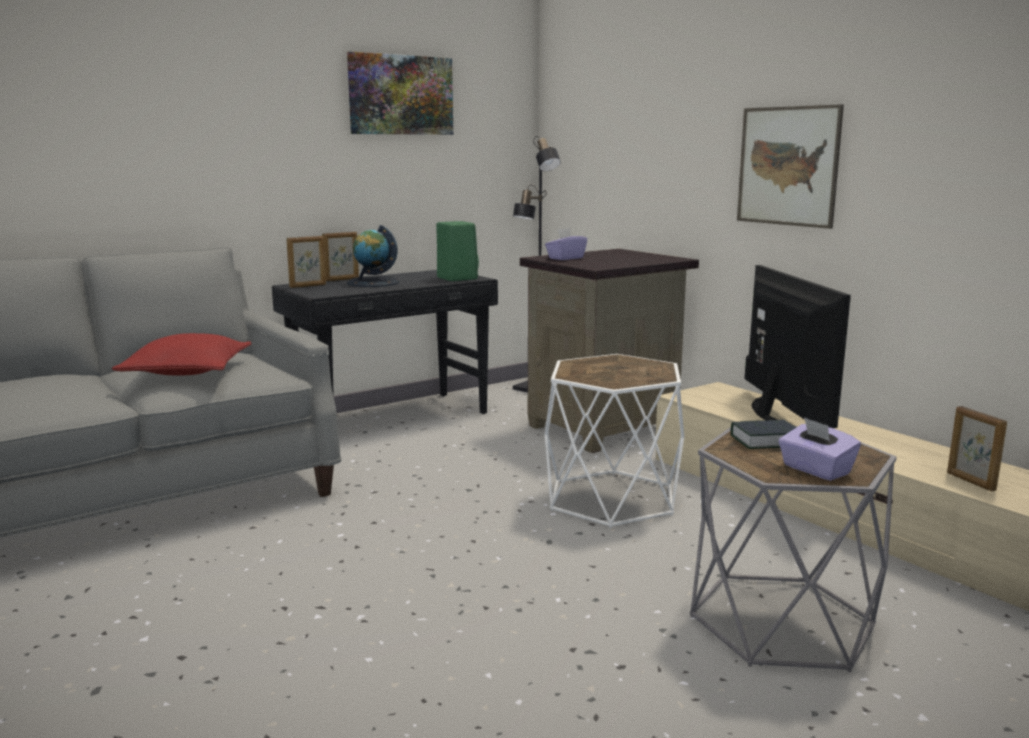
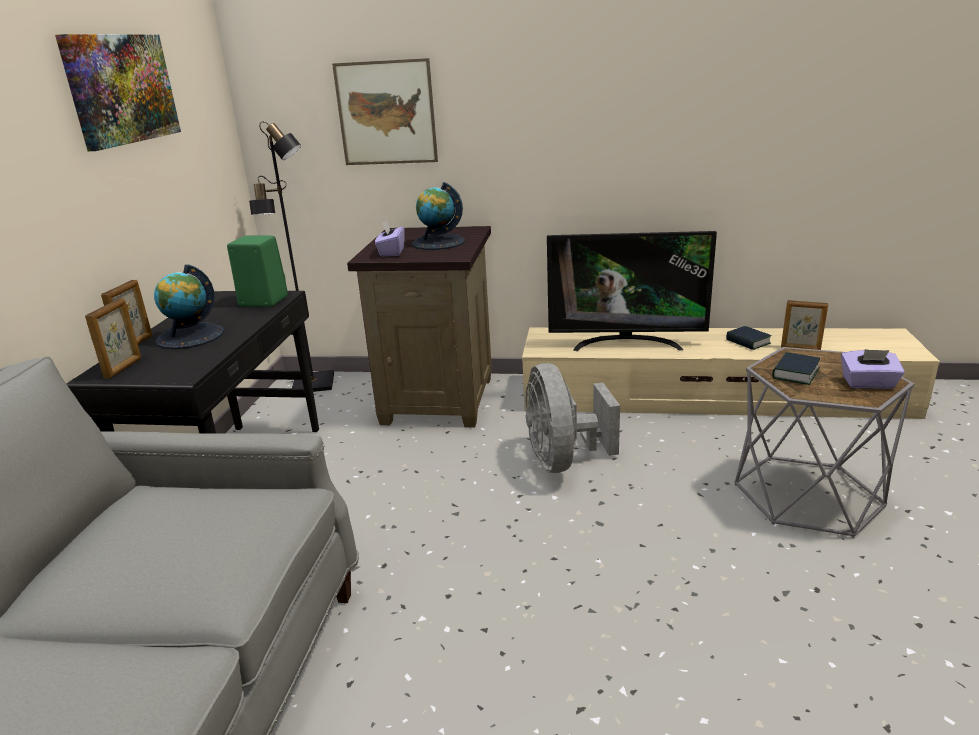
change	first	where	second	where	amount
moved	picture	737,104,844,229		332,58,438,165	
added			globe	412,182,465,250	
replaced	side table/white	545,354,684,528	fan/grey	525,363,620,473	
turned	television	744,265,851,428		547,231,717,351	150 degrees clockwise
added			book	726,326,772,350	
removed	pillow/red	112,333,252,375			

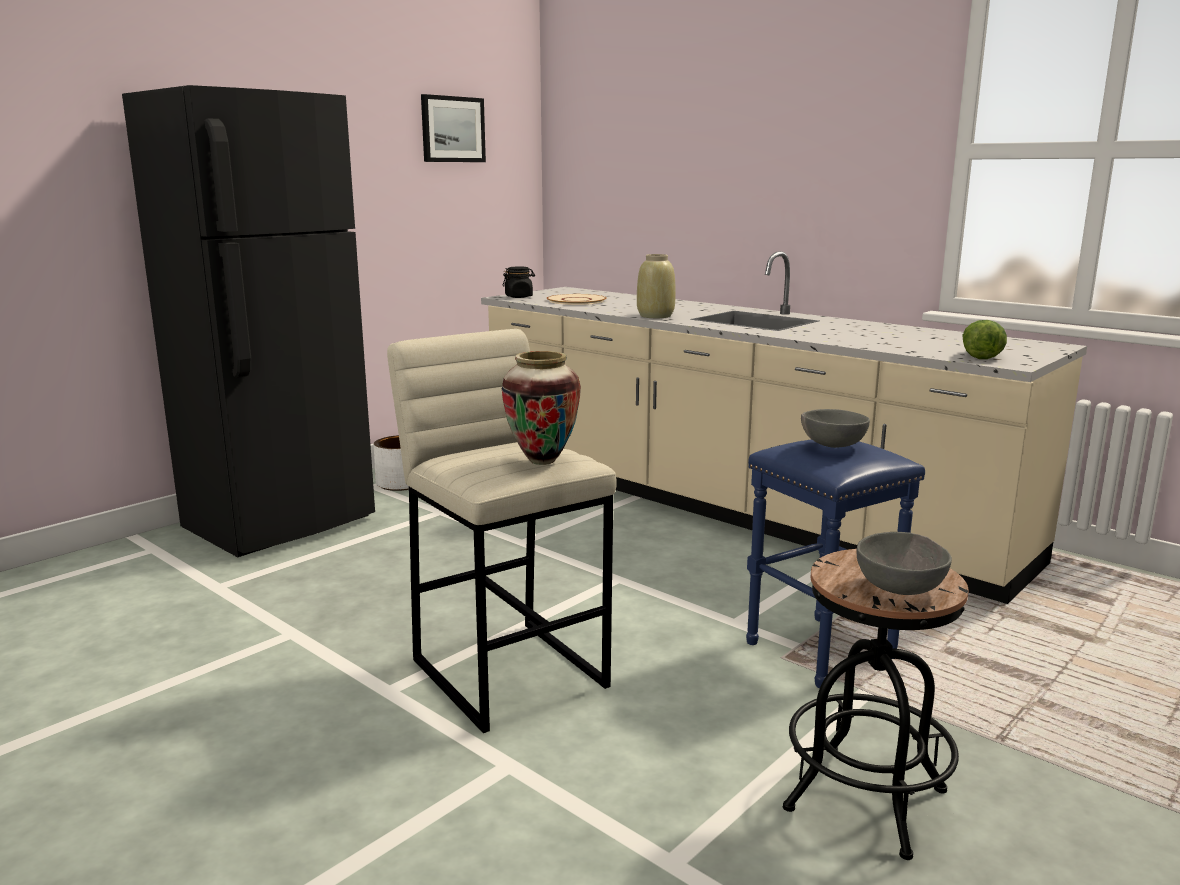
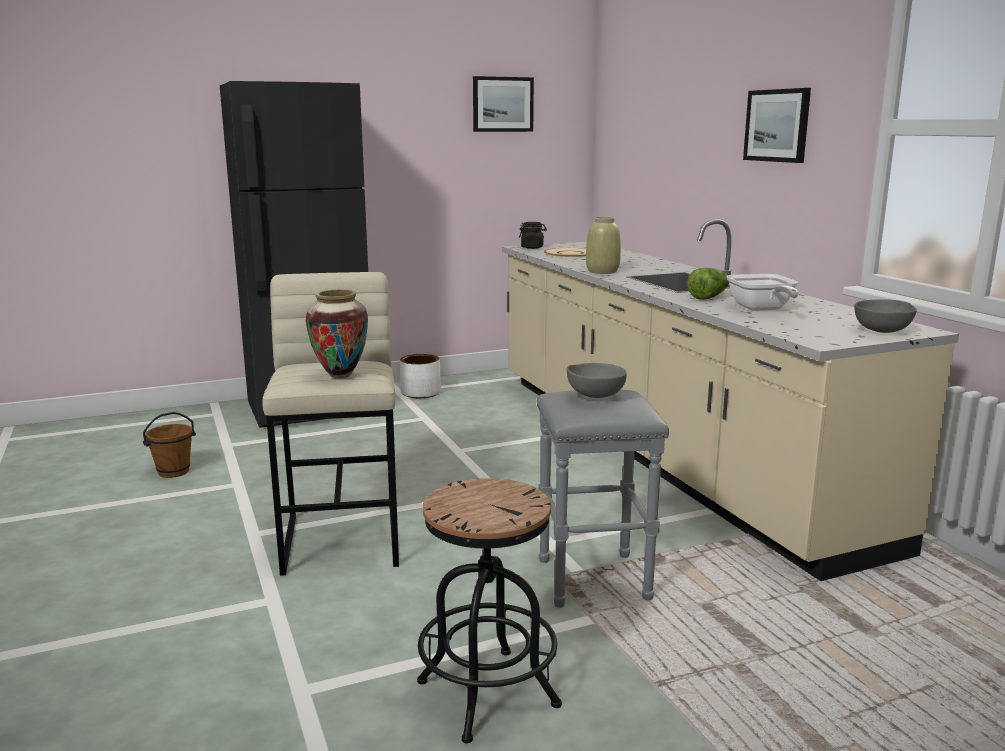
change	first	where	second	where	amount
added			bucket/brown	143,412,196,478	
recoloured	stool/blue	746,439,925,688	stool/grey	537,390,669,608	
moved	lettuce	963,320,1007,359		687,268,729,300	
added			frying pan	726,274,799,311	
added			picture	743,88,811,163	
moved	bowl/grey	857,532,952,595		854,299,917,333	

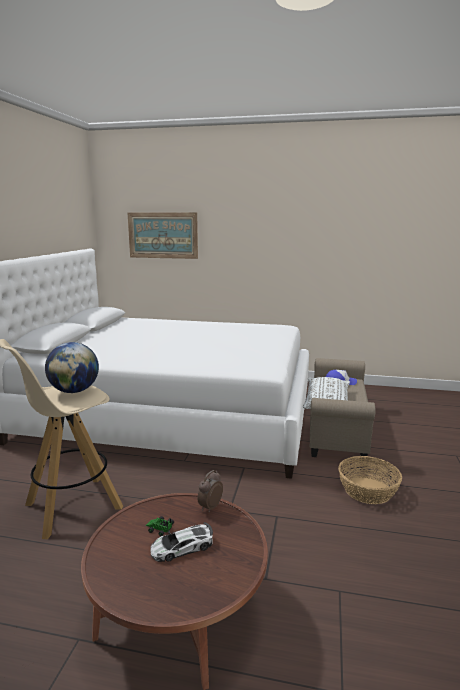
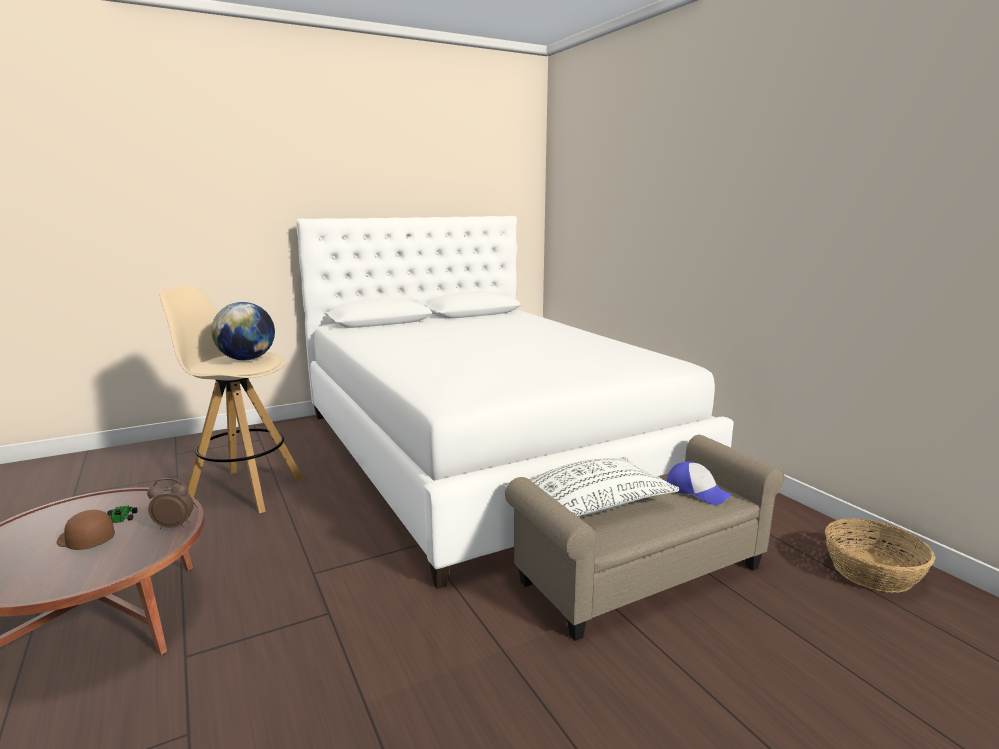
change	first	where	second	where	amount
replaced	toy car	150,522,213,562	cap/brown	57,510,115,550	
moved	basket	338,456,402,504		825,518,935,593	
removed	picture	128,212,198,259			

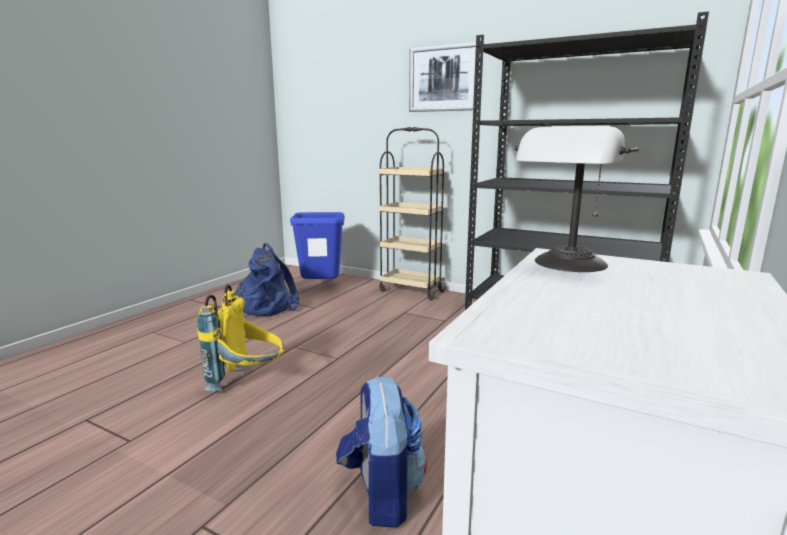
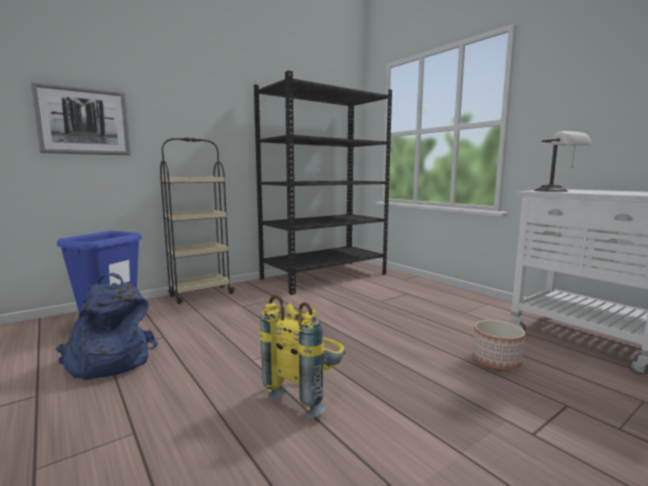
change	first	where	second	where	amount
moved	picture	409,42,480,112		30,81,131,155	
replaced	backpack	336,376,427,528	planter	473,320,525,370	

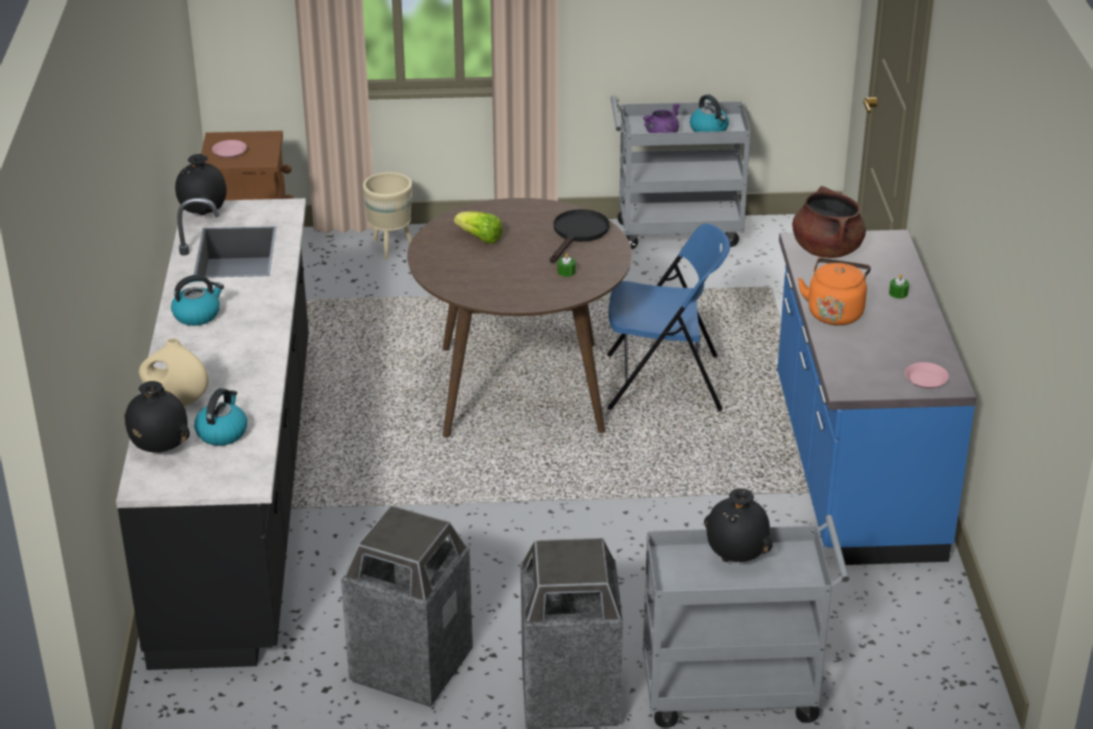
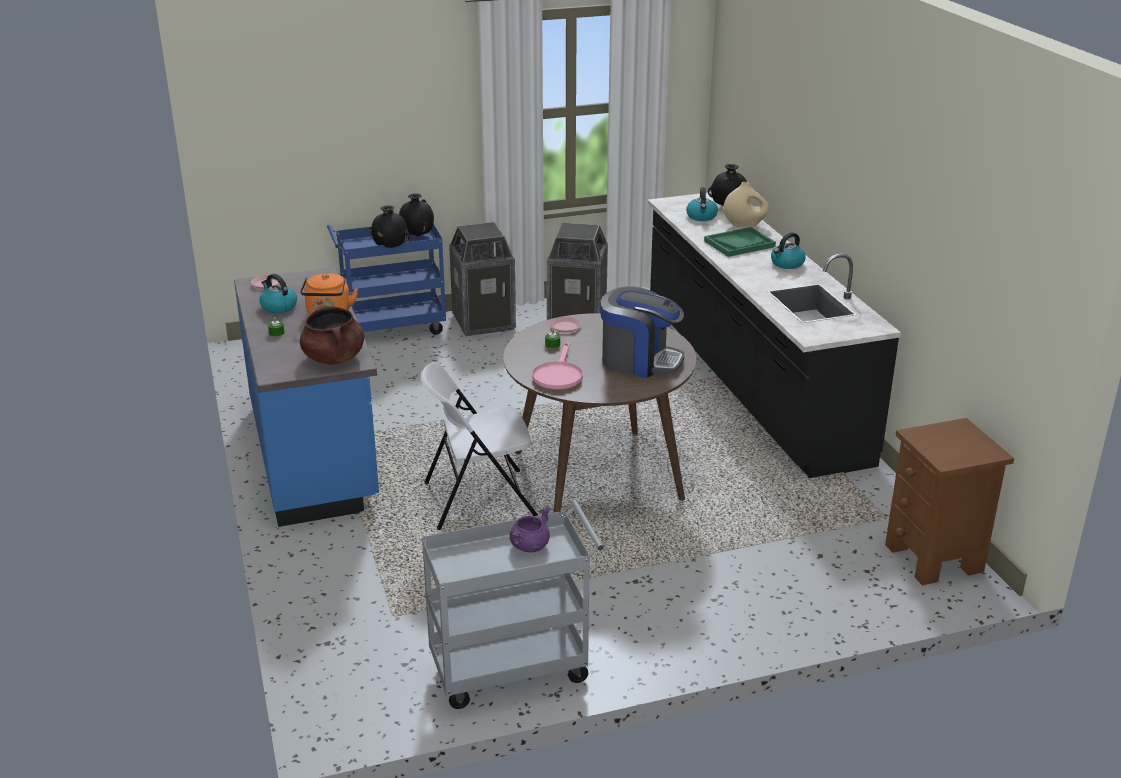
change	first	where	second	where	amount
moved	kettle	690,94,729,132		260,274,297,313	
recoloured	cart/grey	643,515,849,728	cart/blue	327,224,446,335	
moved	vase/black	175,154,227,215		399,194,434,237	
recoloured	chair/blue	607,224,730,411	chair/white	421,362,538,530	
recoloured	frying pan/black	550,209,609,263	frying pan/pink	532,342,583,390	
moved	plate/pink	212,140,247,158		550,317,581,333	
replaced	lettuce	454,211,503,244	coffee machine	600,286,684,378	
added			tray/green	704,227,776,257	
removed	planter/beige	363,172,412,259			

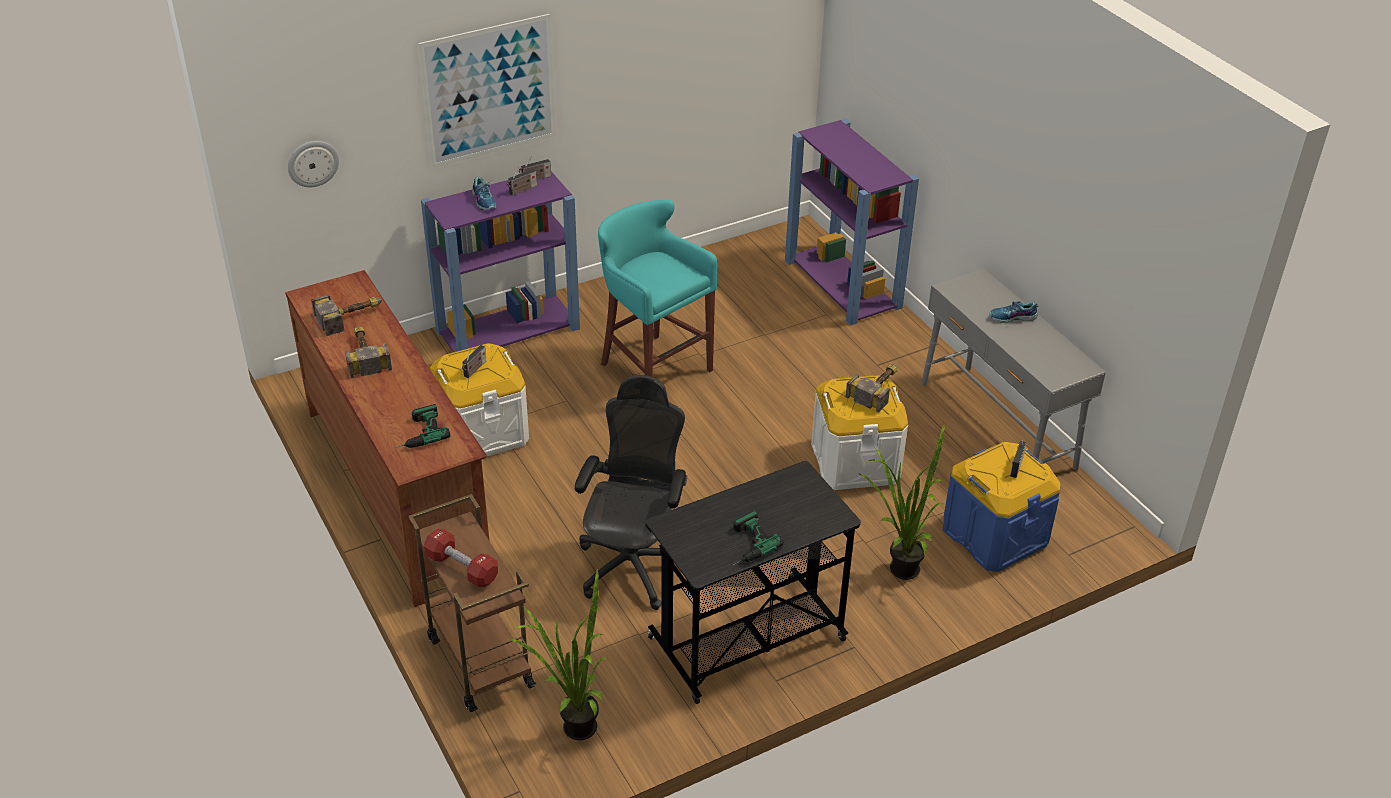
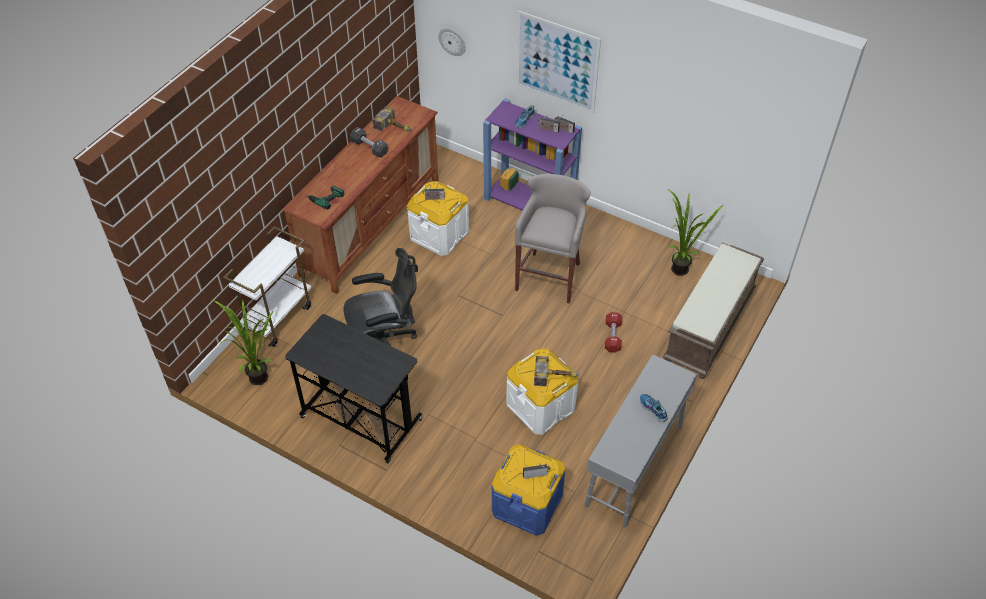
change	first	where	second	where	amount
recoloured	cart/brown	408,494,537,712	cart/white	223,226,312,347	
replaced	hammer	345,326,392,378	dumbbell/black	350,127,388,158	
recoloured	stool/turquoise	598,200,717,377	stool/grey	515,174,591,304	
moved	dumbbell/red	424,529,498,587		605,312,622,352	
replaced	bookcase/purple	785,119,919,326	bench/brown	663,243,764,379	
moved	potted plant	860,423,945,580		668,189,723,276	
removed	power drill	733,511,784,565			

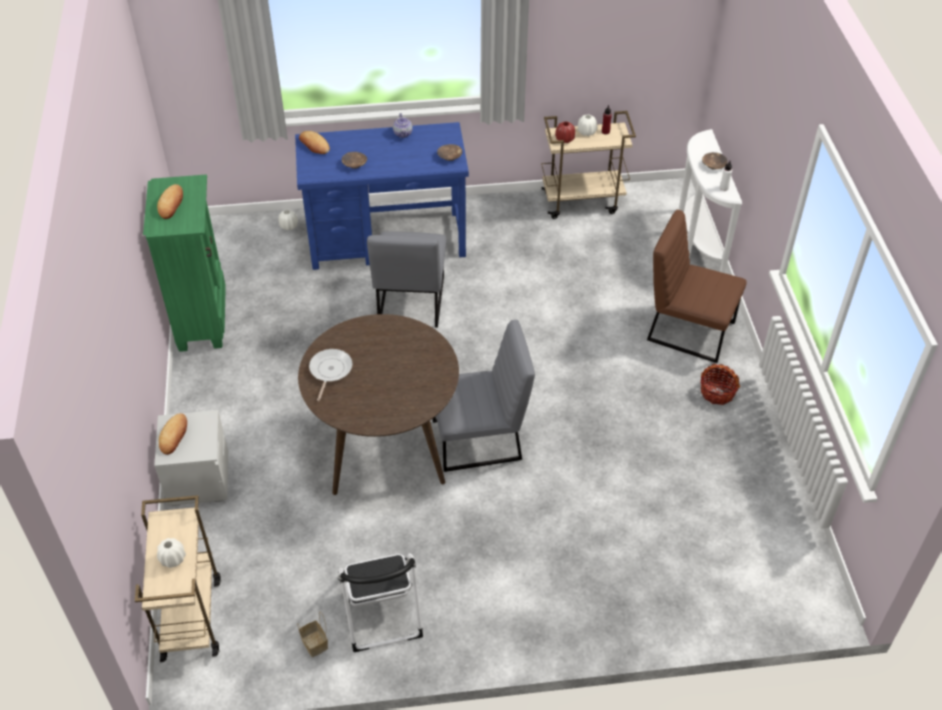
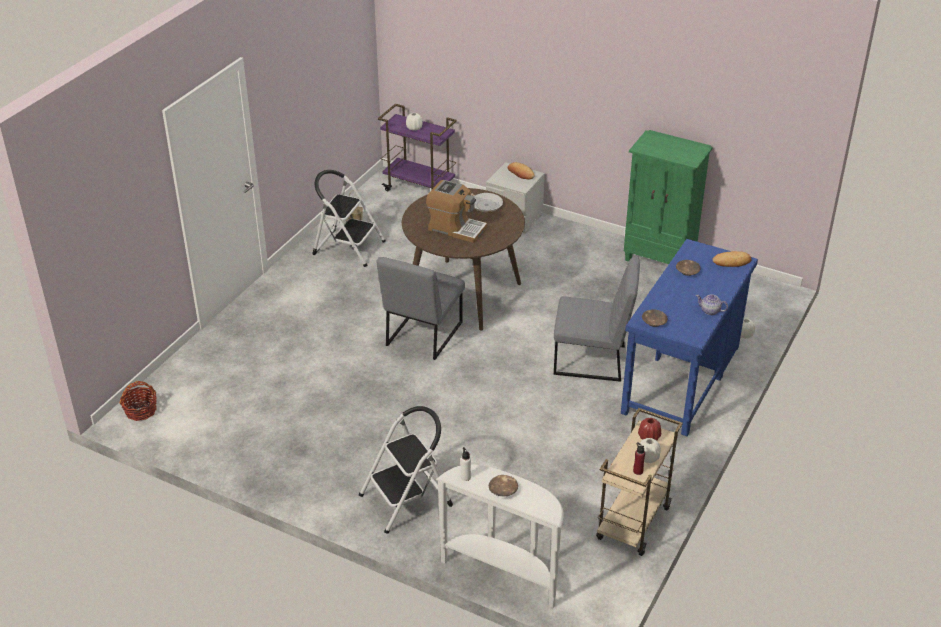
change	first	where	second	where	amount
moved	basket	700,364,740,405		120,381,157,421	
replaced	chair/brown	647,210,747,363	step ladder	359,406,453,534	
recoloured	cart/beige	135,495,221,662	cart/purple	378,104,457,192	
added			coffee machine	426,180,487,243	
turned	chair/grey	367,231,447,328		554,257,640,382	150 degrees clockwise
removed	bread	157,184,183,219			

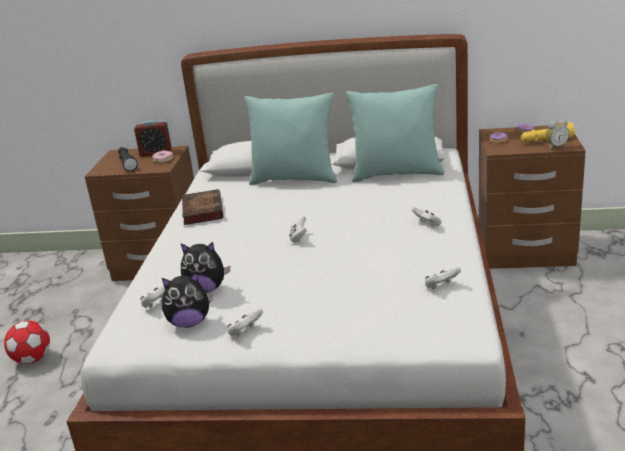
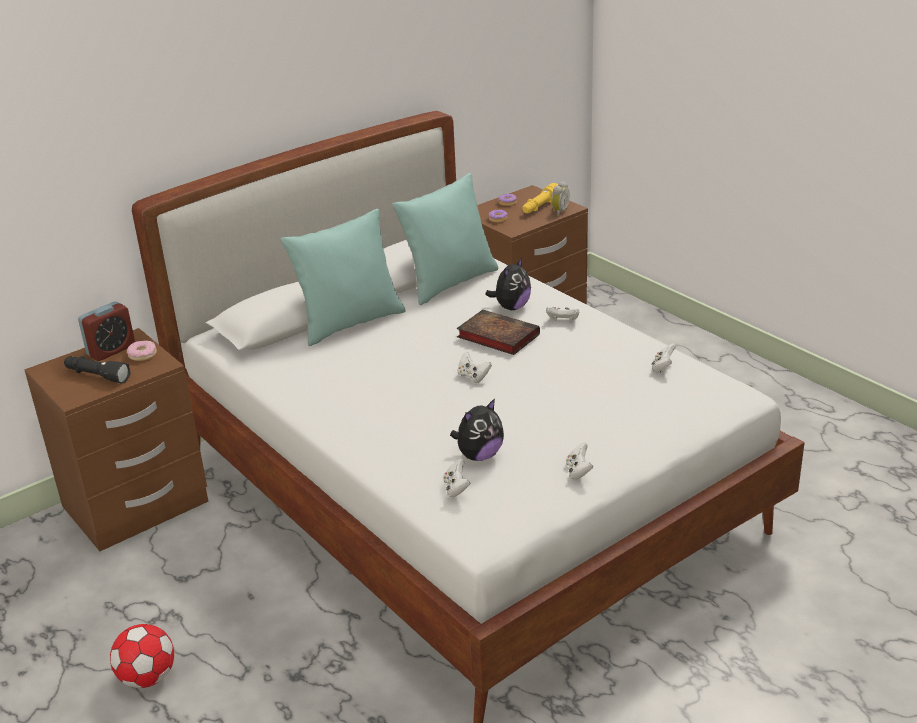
change	first	where	second	where	amount
moved	book	182,189,223,225		457,310,540,355	
moved	plush toy	162,272,212,328		485,258,531,310	

